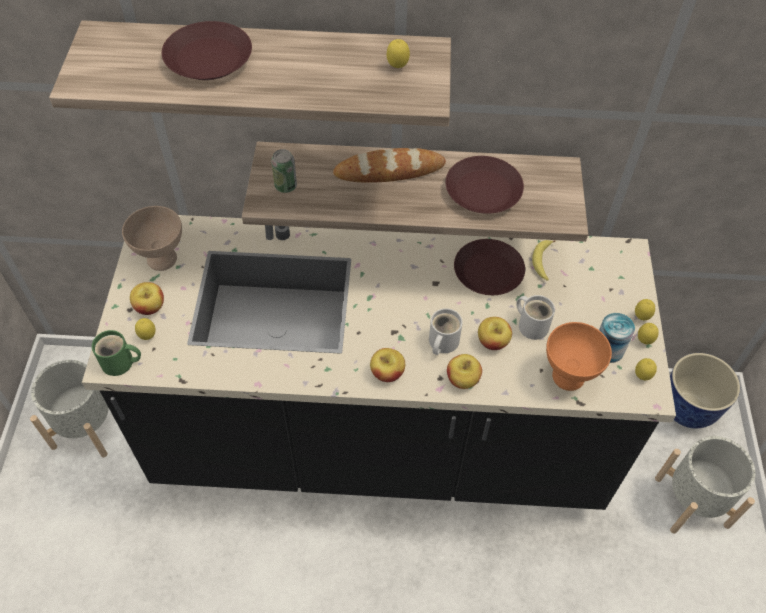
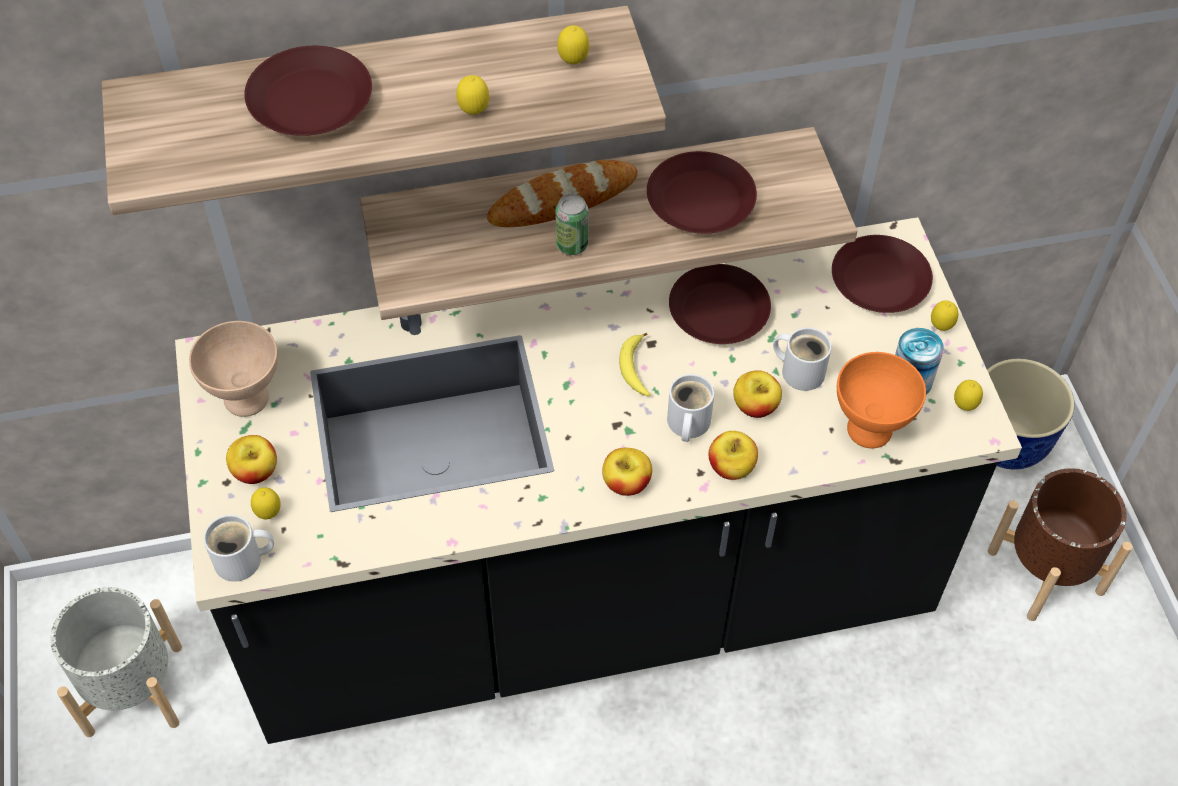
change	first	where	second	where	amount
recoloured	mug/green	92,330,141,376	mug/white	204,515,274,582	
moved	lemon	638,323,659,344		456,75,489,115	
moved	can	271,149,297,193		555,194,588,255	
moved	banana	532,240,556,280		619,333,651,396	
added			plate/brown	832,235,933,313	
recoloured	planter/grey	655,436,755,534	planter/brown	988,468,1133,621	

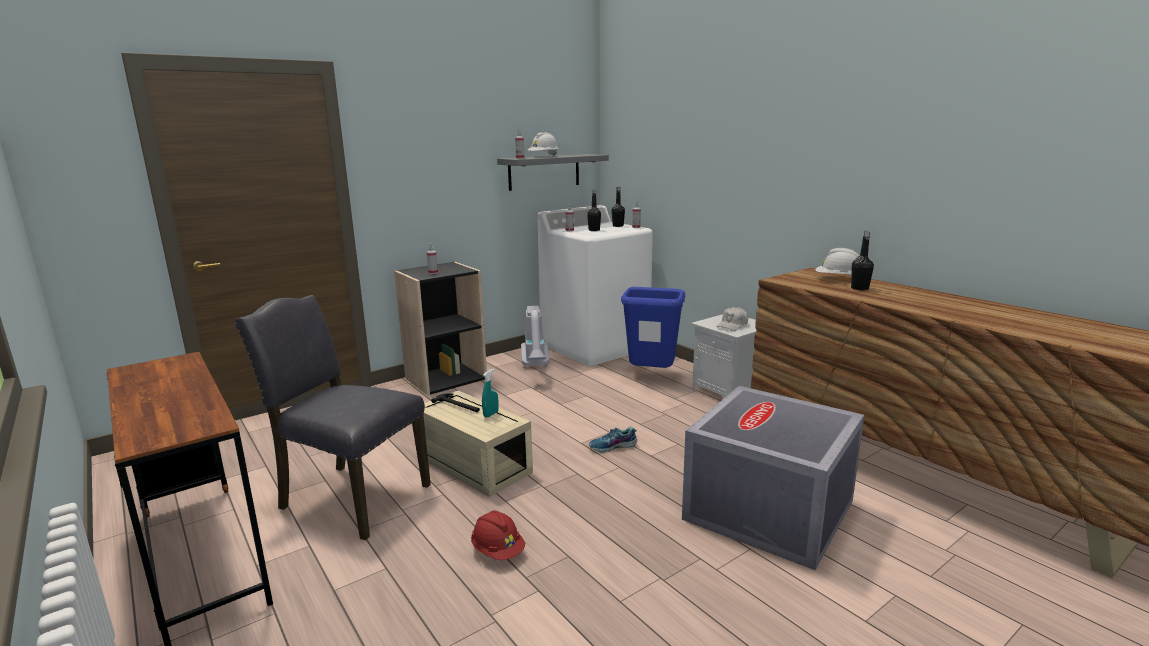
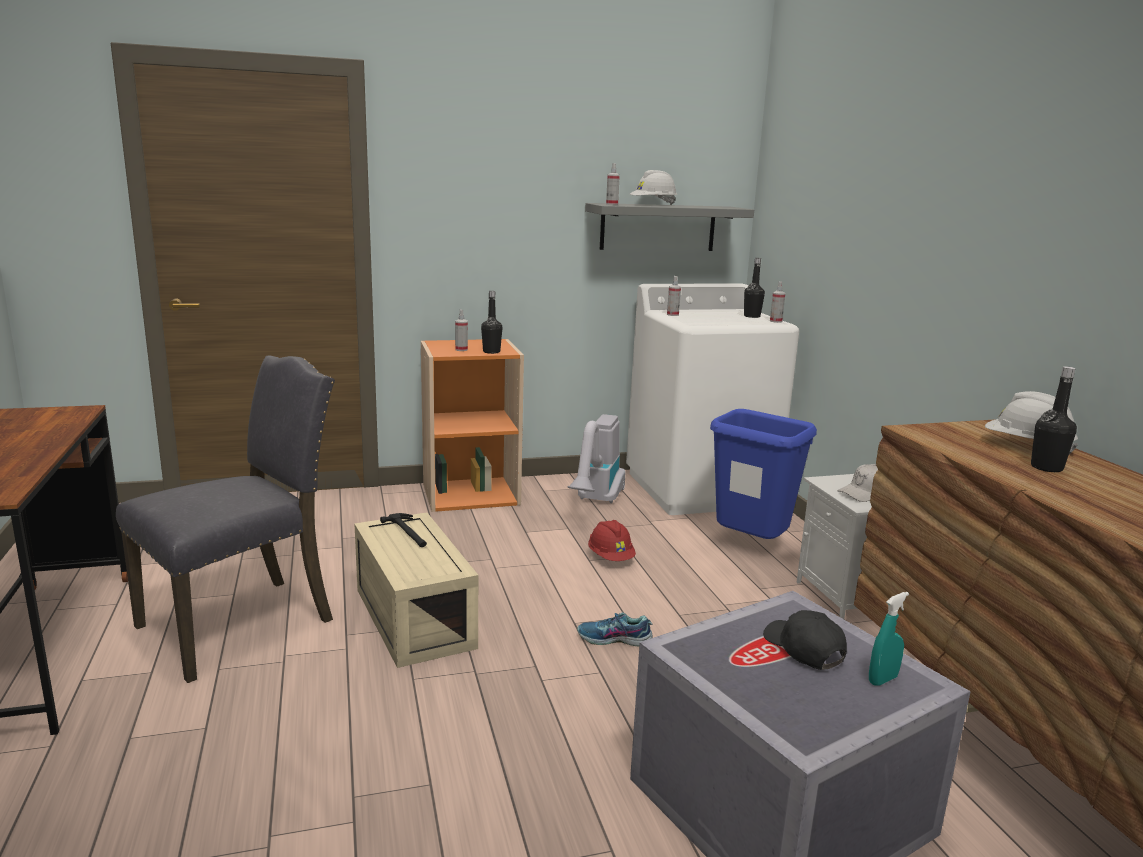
change	first	where	second	where	amount
turned	chair/grey	234,295,431,540		116,356,335,683	90 degrees clockwise
recoloured	bookcase/black	394,262,487,395	bookcase/orange	421,339,524,512	
moved	bottle/black	587,190,601,231		481,291,502,354	
moved	hard hat/red	471,511,525,560		588,520,636,561	
added			cap/black	763,610,847,670	
moved	spray bottle/turquoise	482,369,499,418		869,592,909,686	

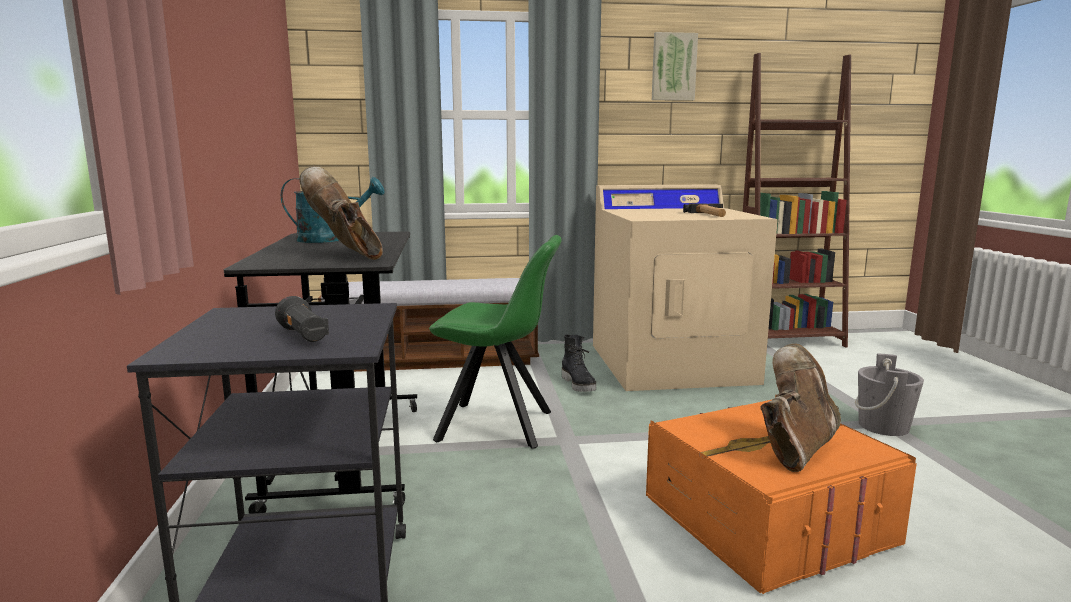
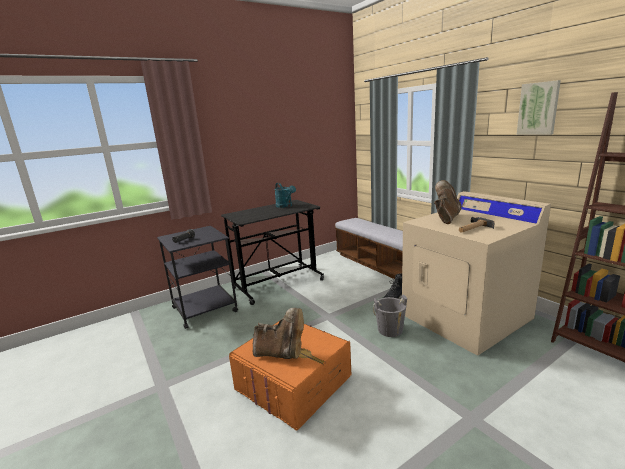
change	first	where	second	where	amount
moved	bucket/grey	855,354,924,436		373,294,407,337	
moved	boot/brown	299,166,383,260		434,180,462,224	
removed	chair/green	429,235,562,449			

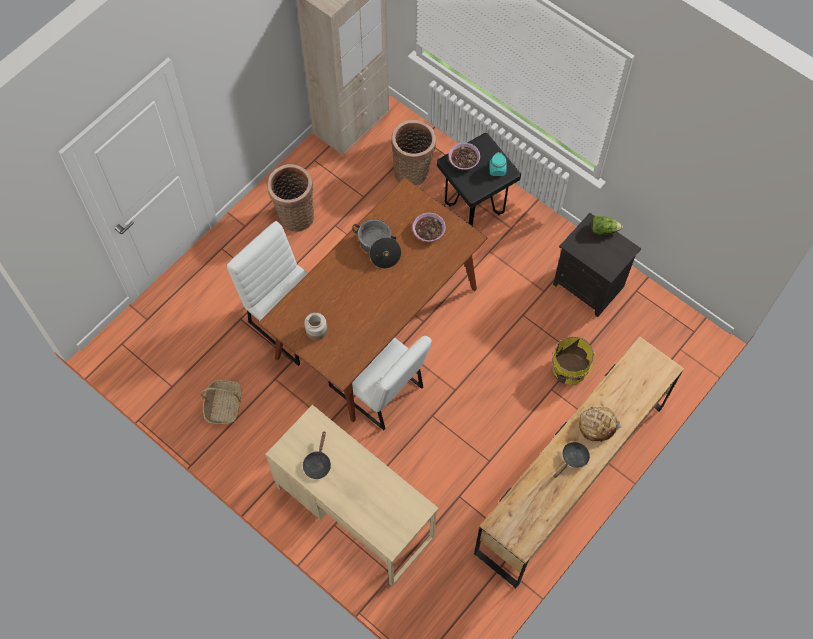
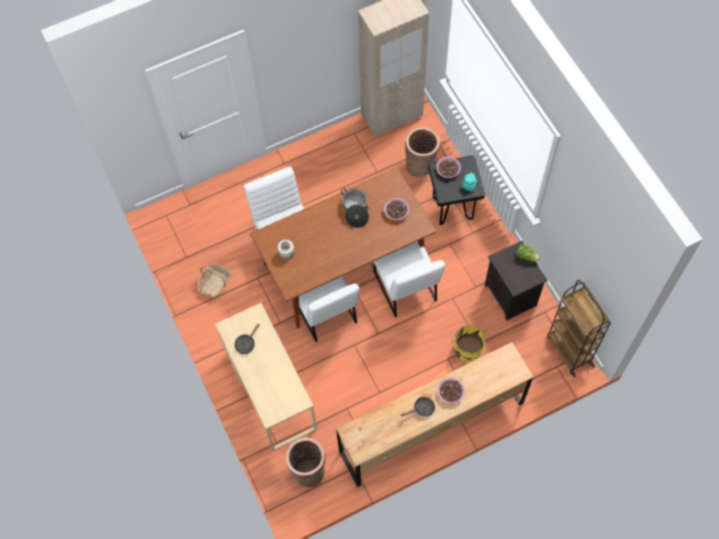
change	first	where	second	where	amount
moved	basket	267,164,314,232		286,438,325,487	
added			chair/white	373,242,445,317	
replaced	bread	579,407,622,442	bowl	437,378,465,404	
added			cart/brown	547,280,611,377	

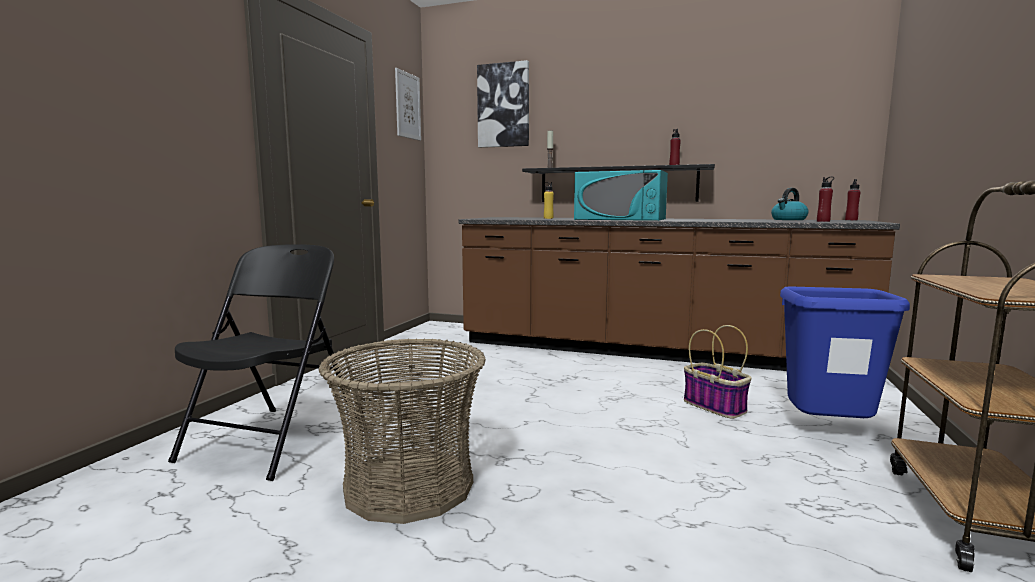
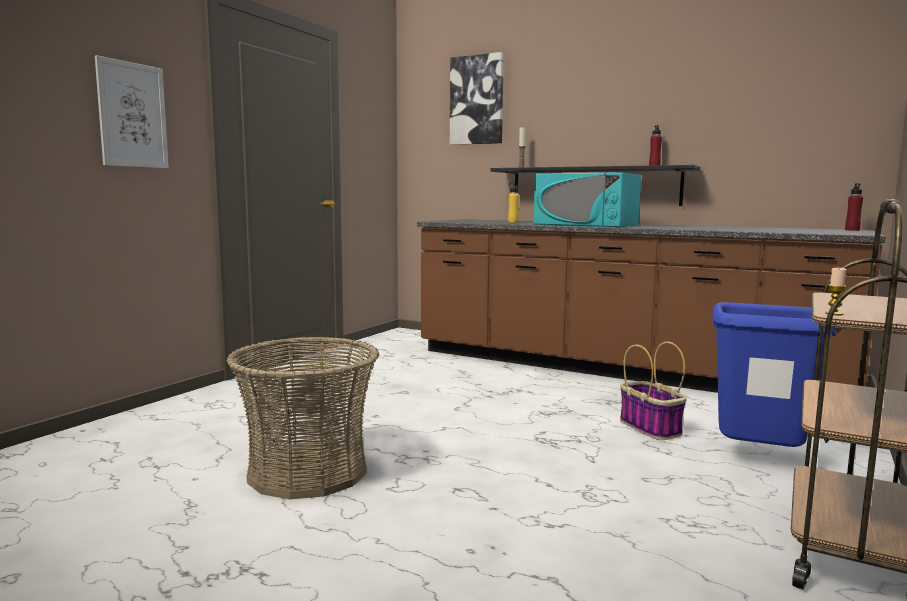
change	first	where	second	where	amount
moved	picture	395,68,421,141		95,55,169,168	
added			candle	825,268,846,316	
removed	chair/black	168,244,357,481			
removed	kettle	771,188,809,220			
removed	bottle/red	817,177,834,222			

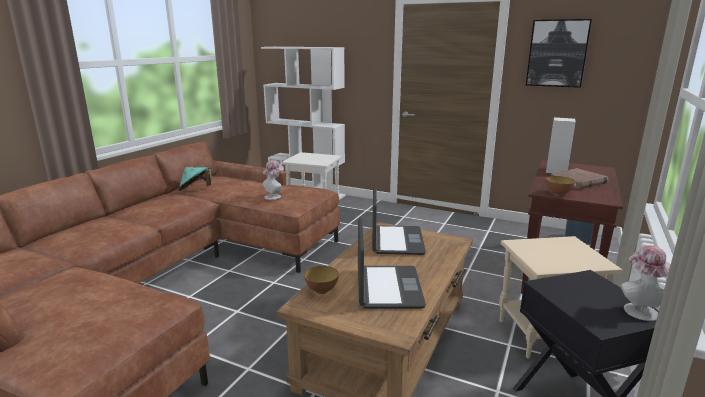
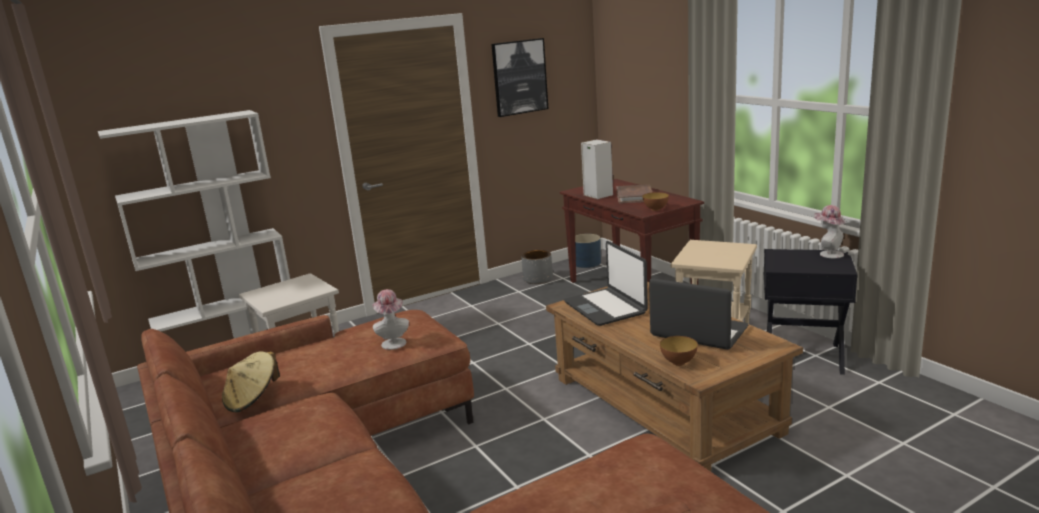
change	first	where	second	where	amount
recoloured	hat/turquoise	178,167,212,191	hat/beige	222,351,280,412	
added			planter/grey	521,250,553,284	
turned	laptop	372,185,426,255		564,241,648,326	150 degrees counterclockwise

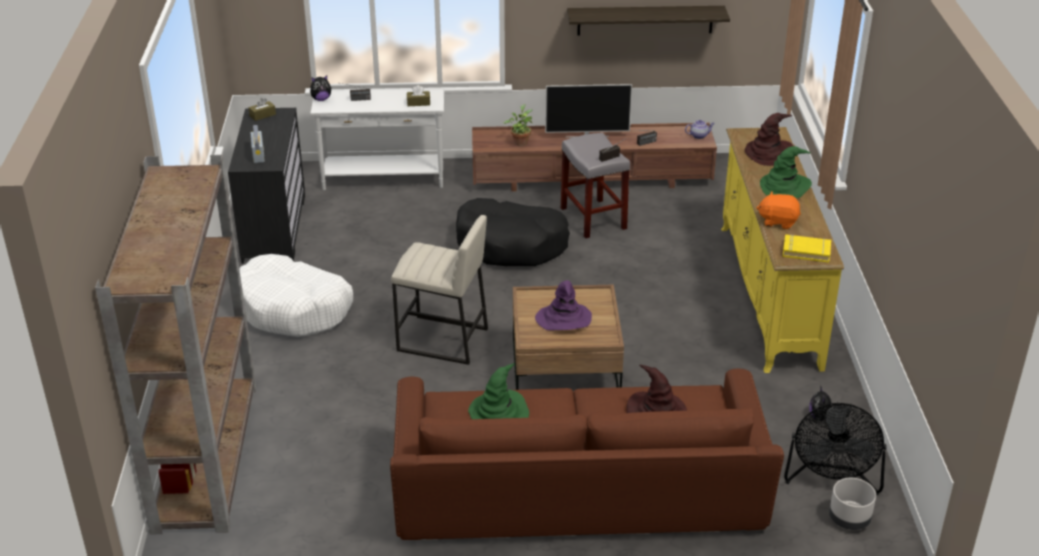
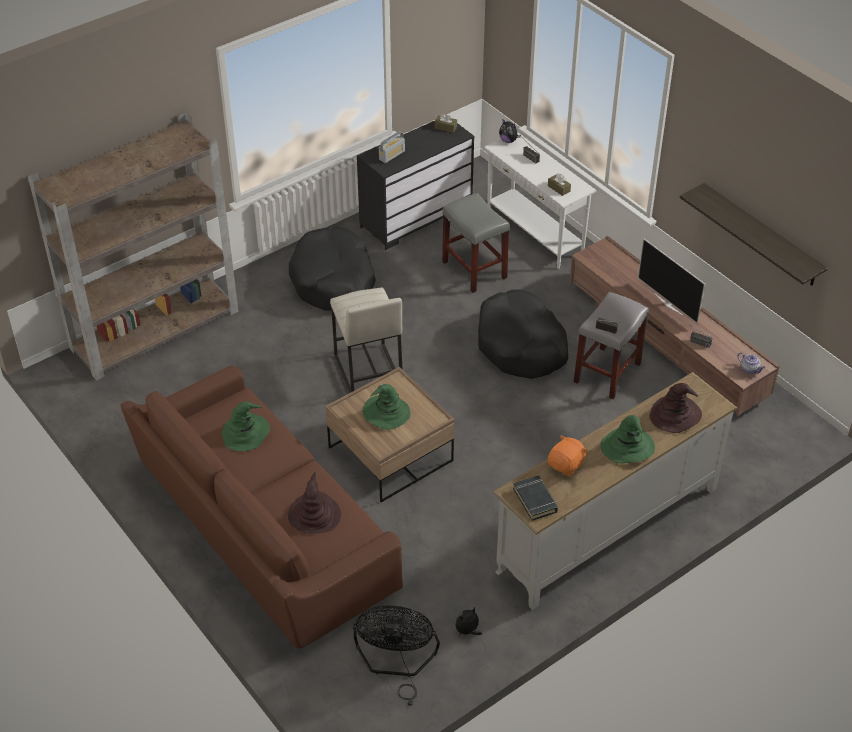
change	first	where	second	where	amount
recoloured	dog bed/white	239,254,353,337	dog bed/black	289,227,376,311	
turned	fan/black	784,402,887,495		353,606,440,706	120 degrees clockwise
recoloured	hat/purple	535,280,592,330	hat/green	362,384,411,430	
added			stool/grey	442,193,510,293	
recoloured	cabinet/yellow	721,127,844,373	cabinet/grey	493,372,737,610	
recoloured	book/yellow	782,234,831,262	book/black	513,475,558,521	
turned	plush toy/orange	757,191,801,229		548,435,588,476	60 degrees clockwise
removed	potted plant	504,104,533,146			
removed	planter/grey	829,478,876,530			

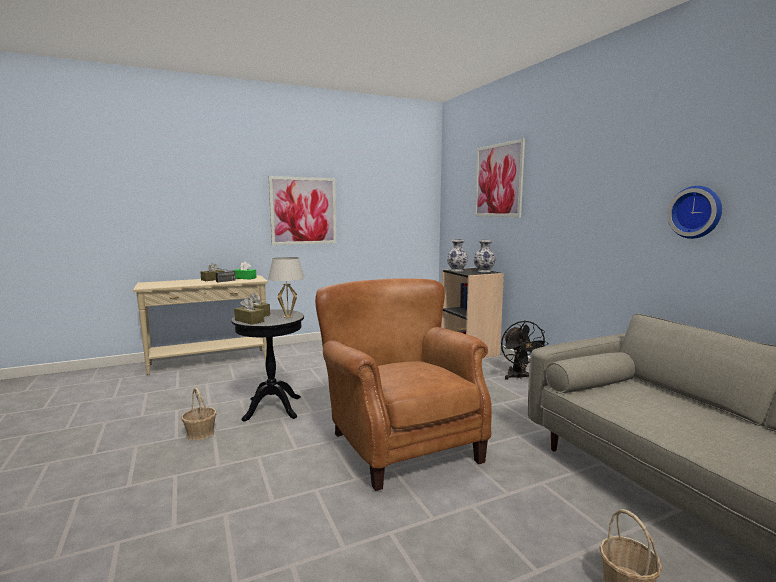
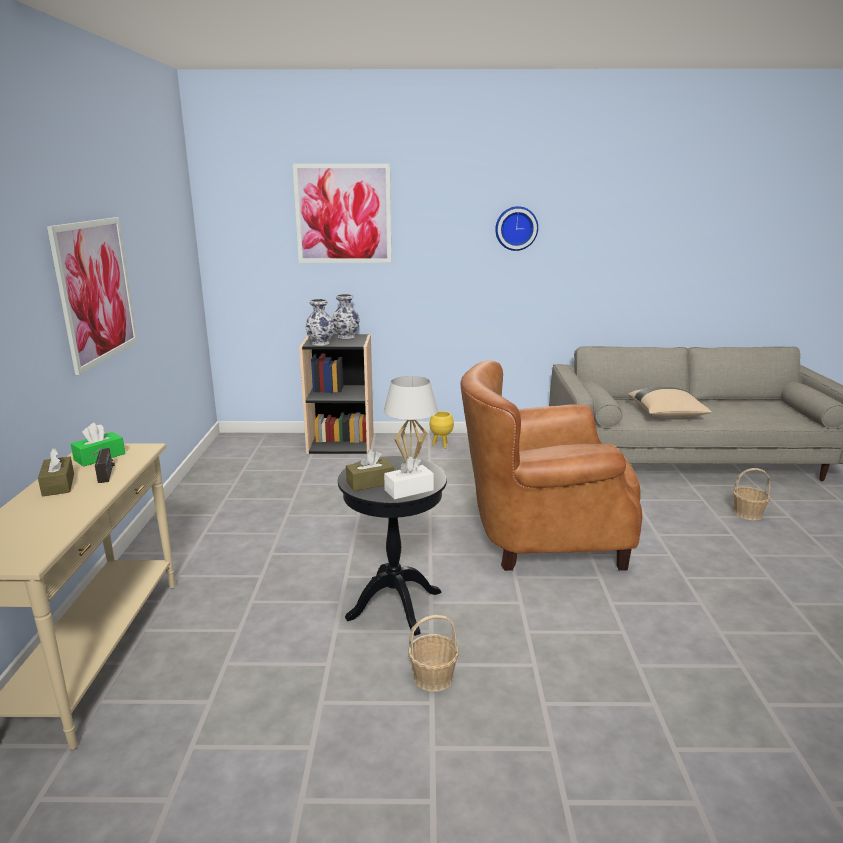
change	first	where	second	where	amount
recoloured	tissue box/brown	234,298,264,325	tissue box/white	384,456,434,499	
replaced	fan/black	501,321,549,380	planter/yellow	430,411,454,449	
moved	wall clock	667,186,722,239		495,206,538,251	
added			pillow/beige	628,387,712,418	

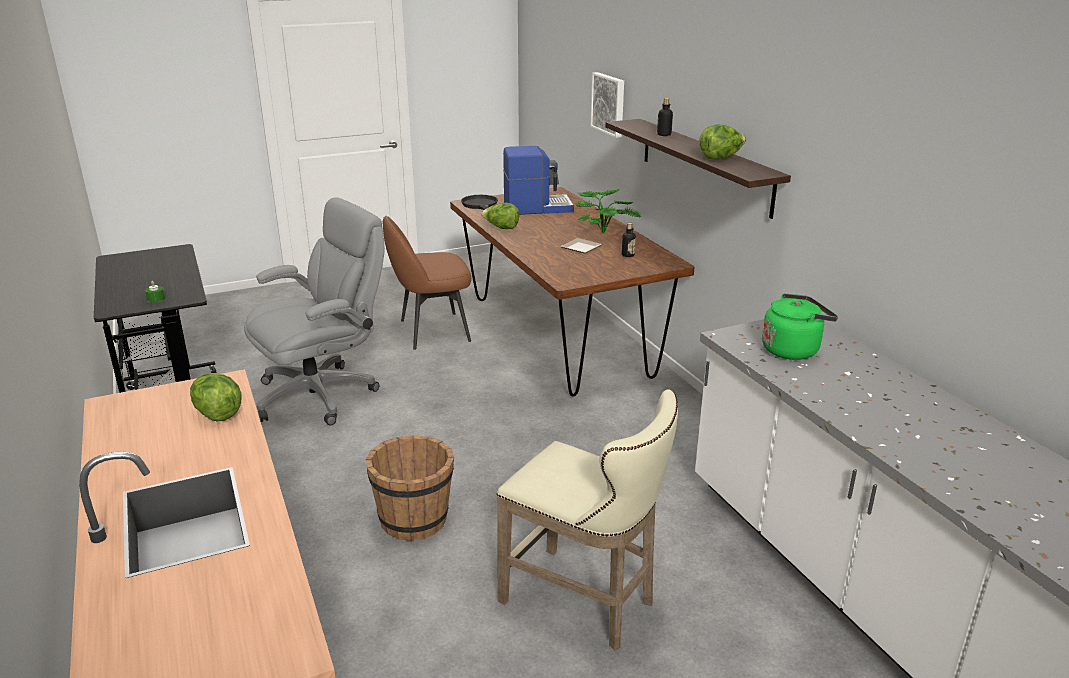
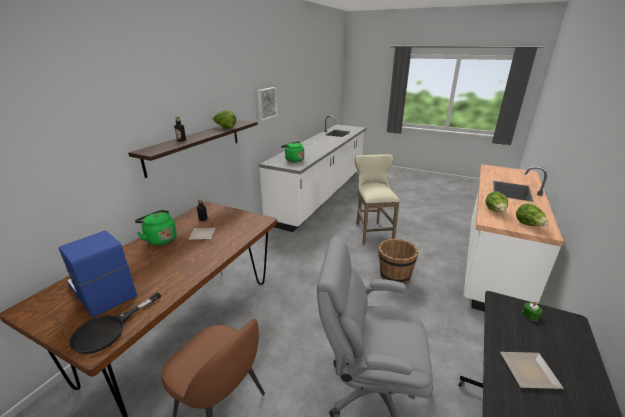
change	first	where	second	where	amount
replaced	potted plant	576,189,641,233	kettle/green	135,210,177,245	
moved	picture	590,72,624,138		257,87,277,121	
added			plate	500,352,564,389	
moved	lettuce	481,203,519,229		516,203,549,226	

